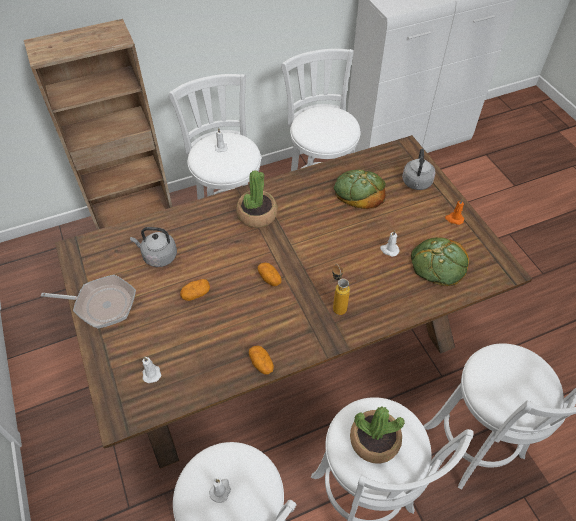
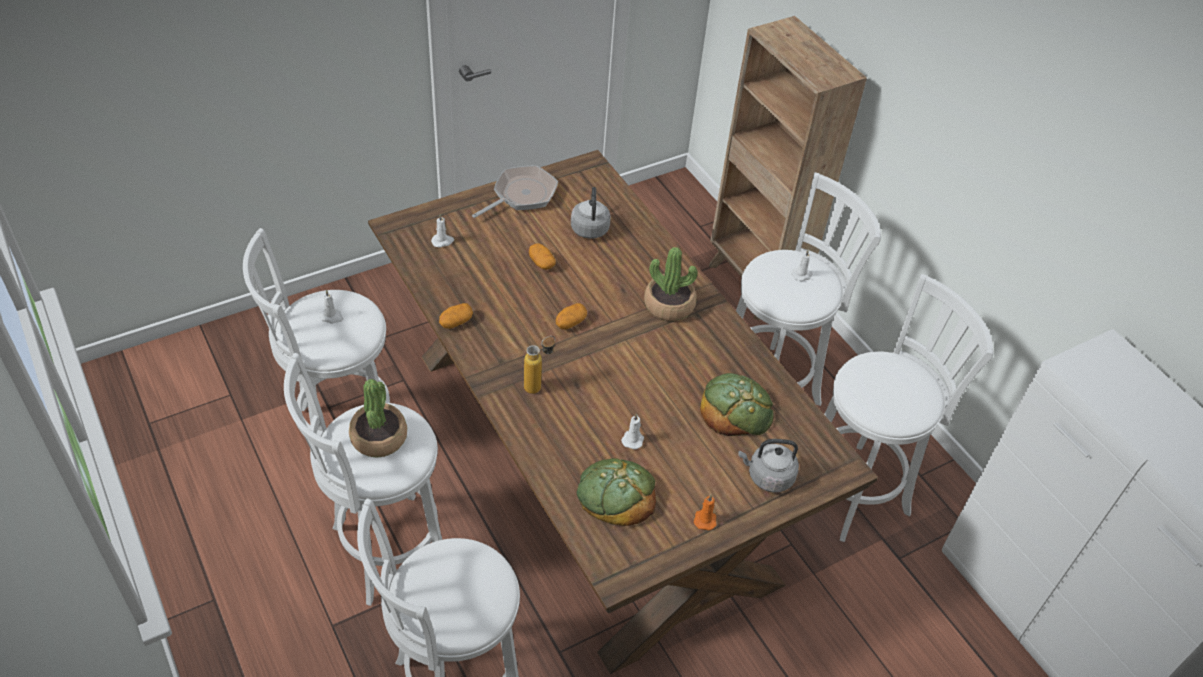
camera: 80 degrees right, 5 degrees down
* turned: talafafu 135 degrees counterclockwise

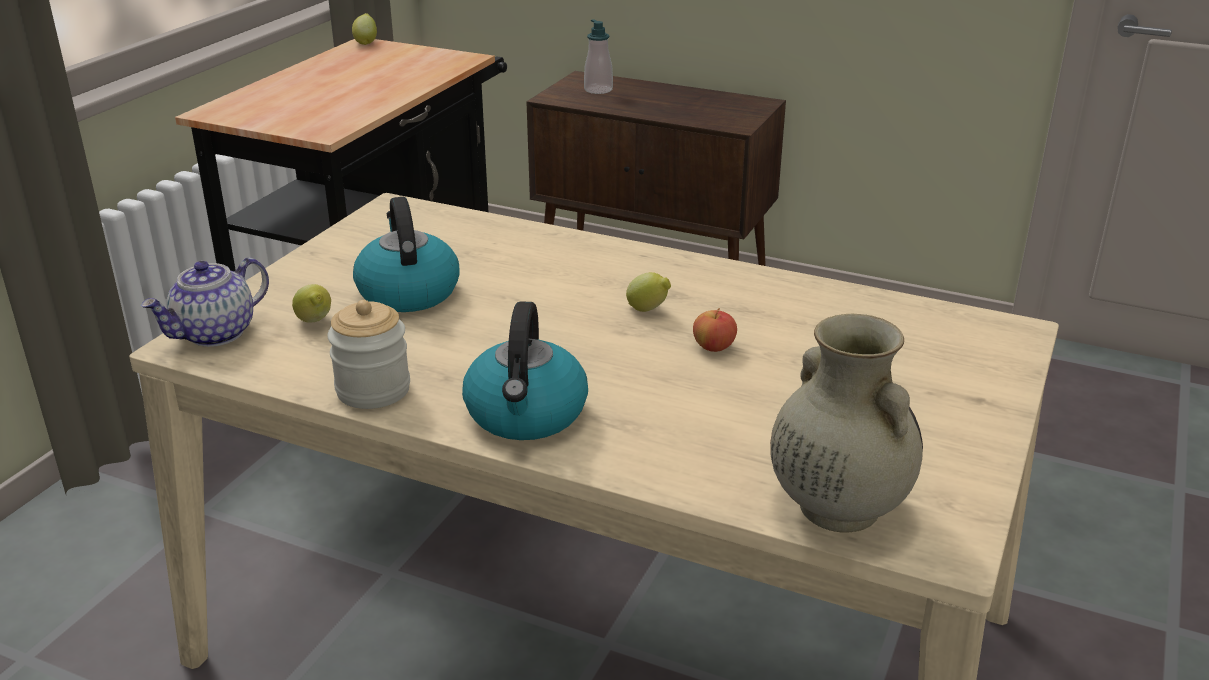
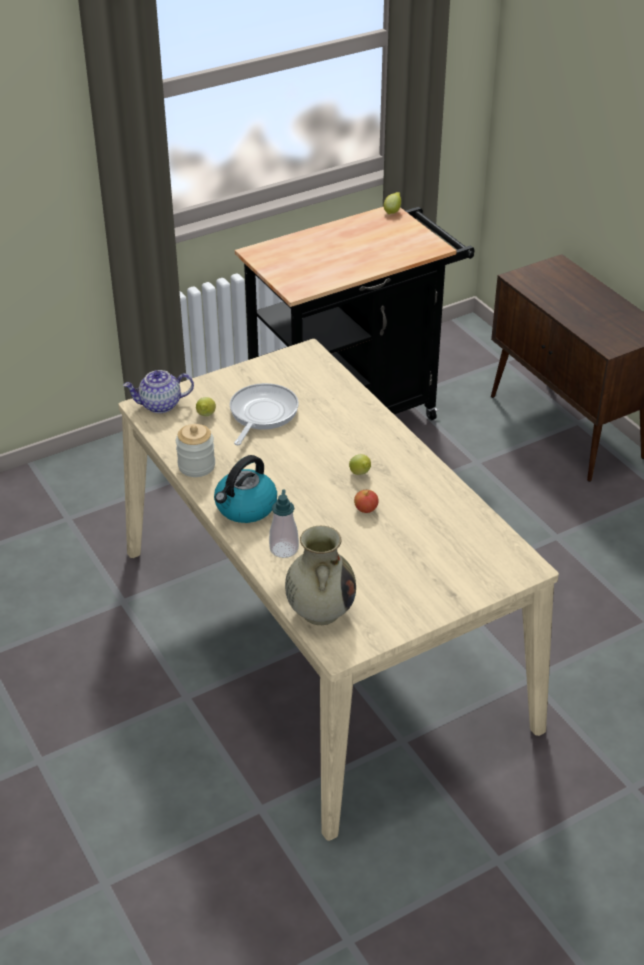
camera: 35 degrees right, 10 degrees up
* moved: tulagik
* replaced: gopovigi (1st from left) to talafafu

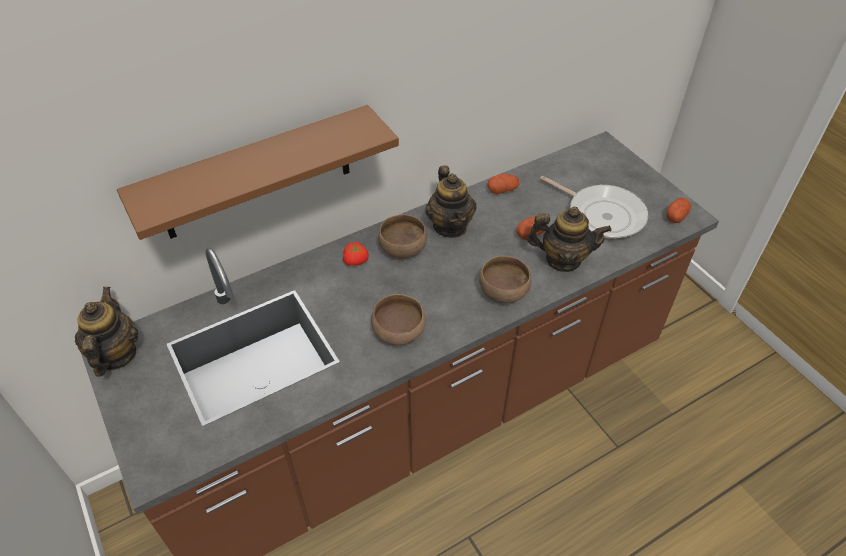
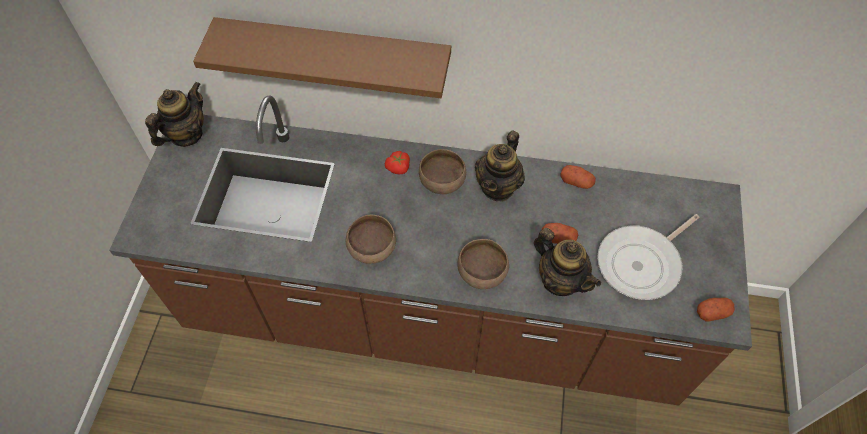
camera: 40 degrees right, 10 degrees up
* turned: talafafu 60 degrees clockwise

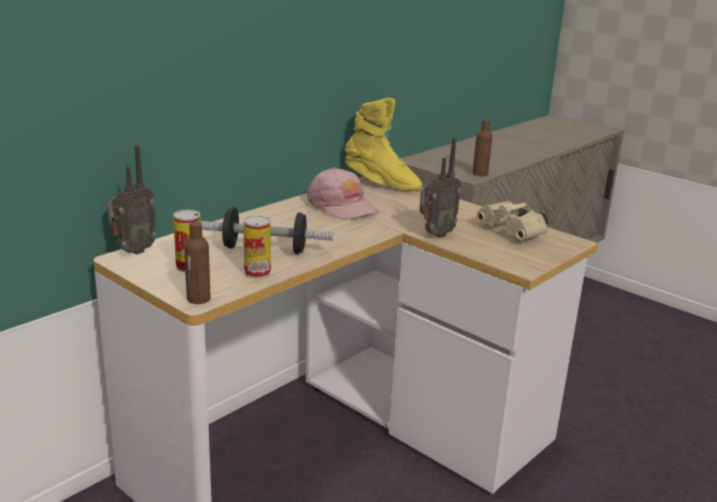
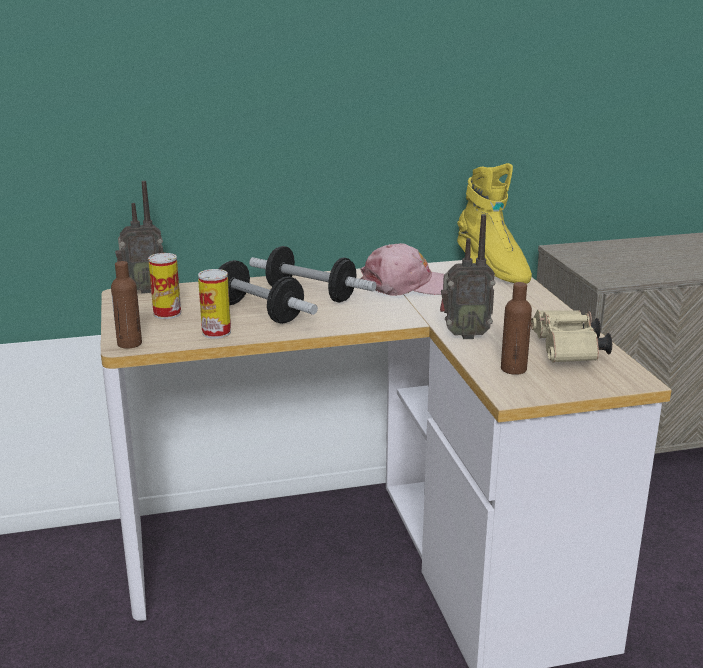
camera: 35 degrees right, 0 degrees up
* added: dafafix (2nd from left)
* moved: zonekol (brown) (2nd from left)
* turned: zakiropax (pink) 90 degrees counterclockwise

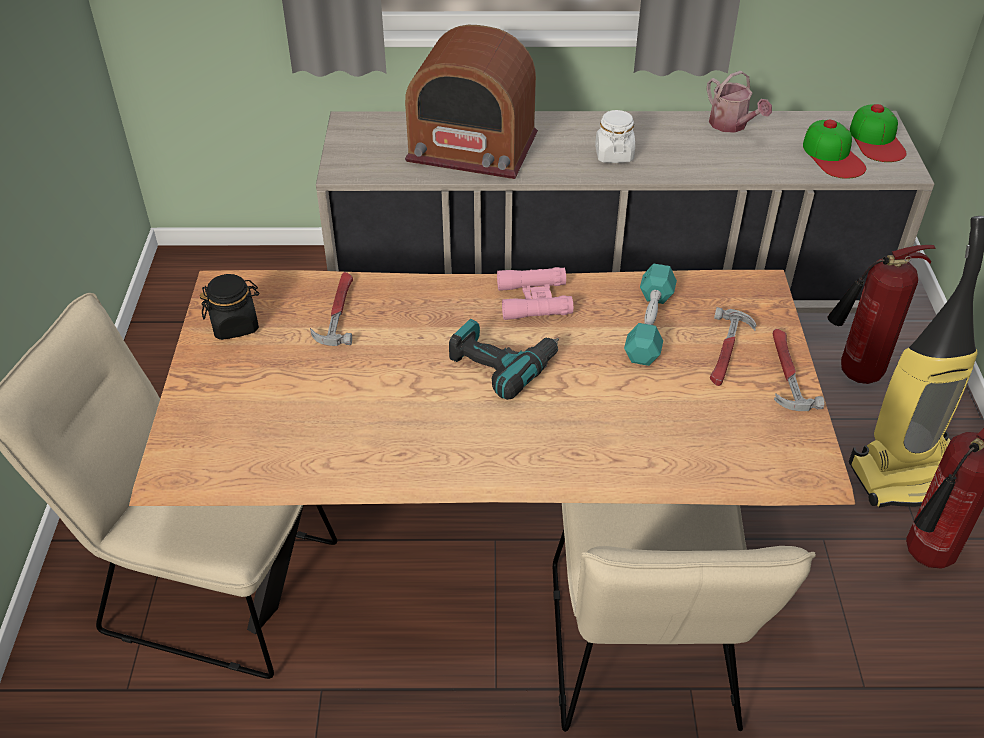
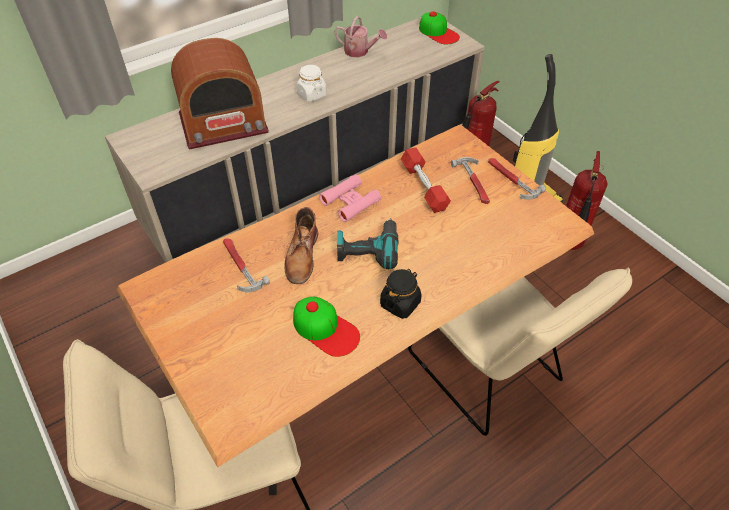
camera: 35 degrees left, 5 degrees up
* added: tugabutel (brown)
* moved: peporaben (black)
* moved: zakiropax (1st from left)
* recoloured: dafafix (turquoise) to dafafix (red)

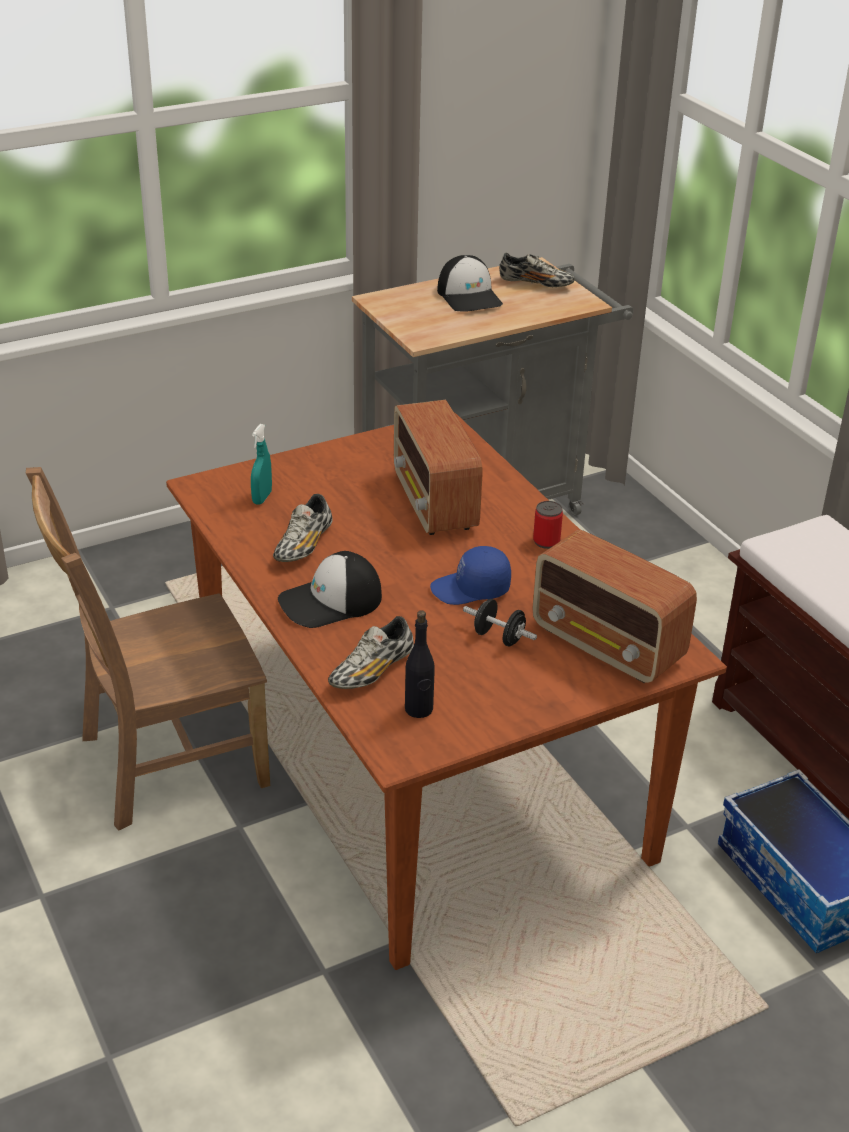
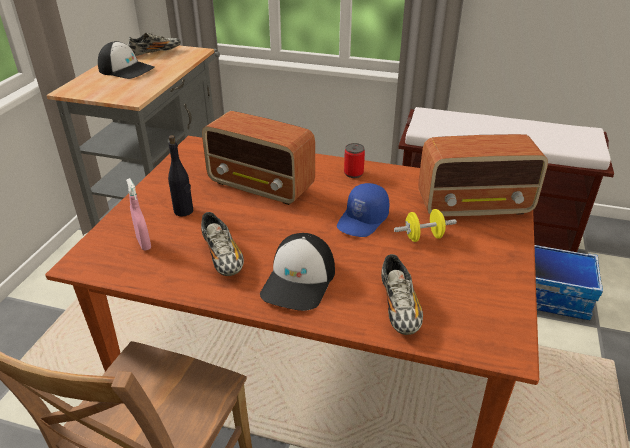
camera: 45 degrees left, 0 degrees up
* moved: zonekol (black)
* recoloured: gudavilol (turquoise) to gudavilol (pink)
* recoloured: dafafix (black) to dafafix (yellow)

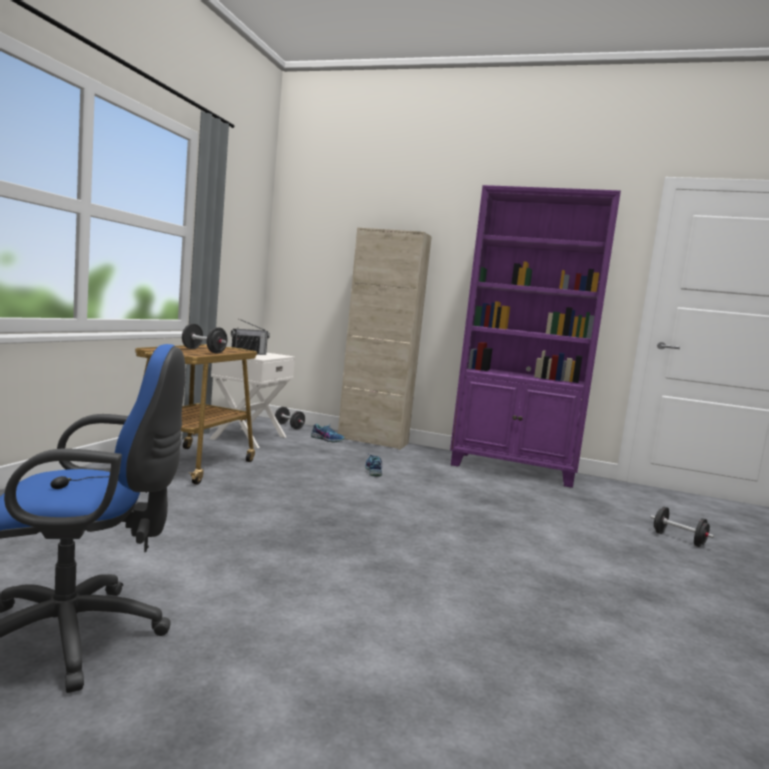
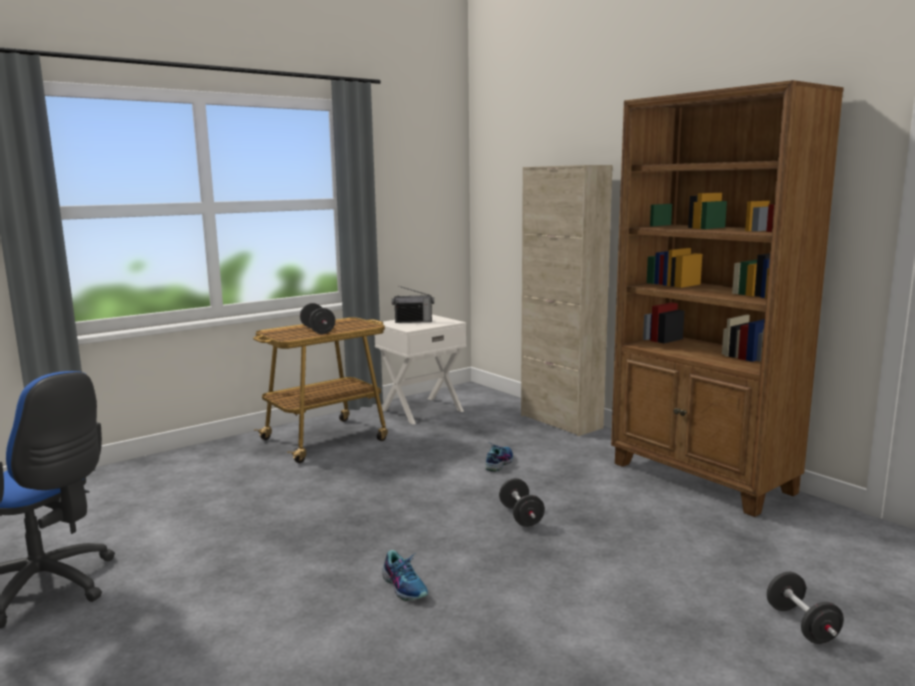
camera: 35 degrees right, 5 degrees up
* moved: dafafix (black) (2nd from left)
* moved: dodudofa (1st from left)
* recoloured: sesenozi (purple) to sesenozi (brown)

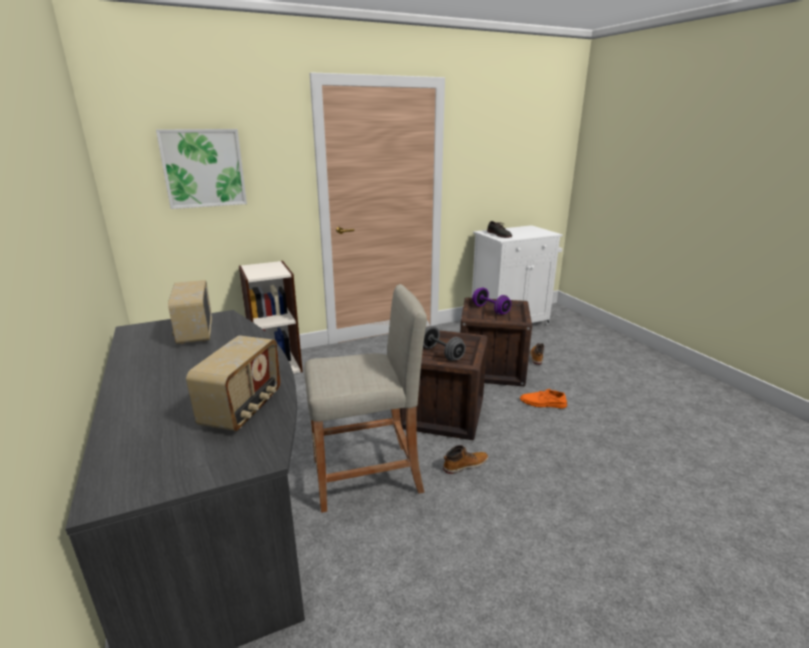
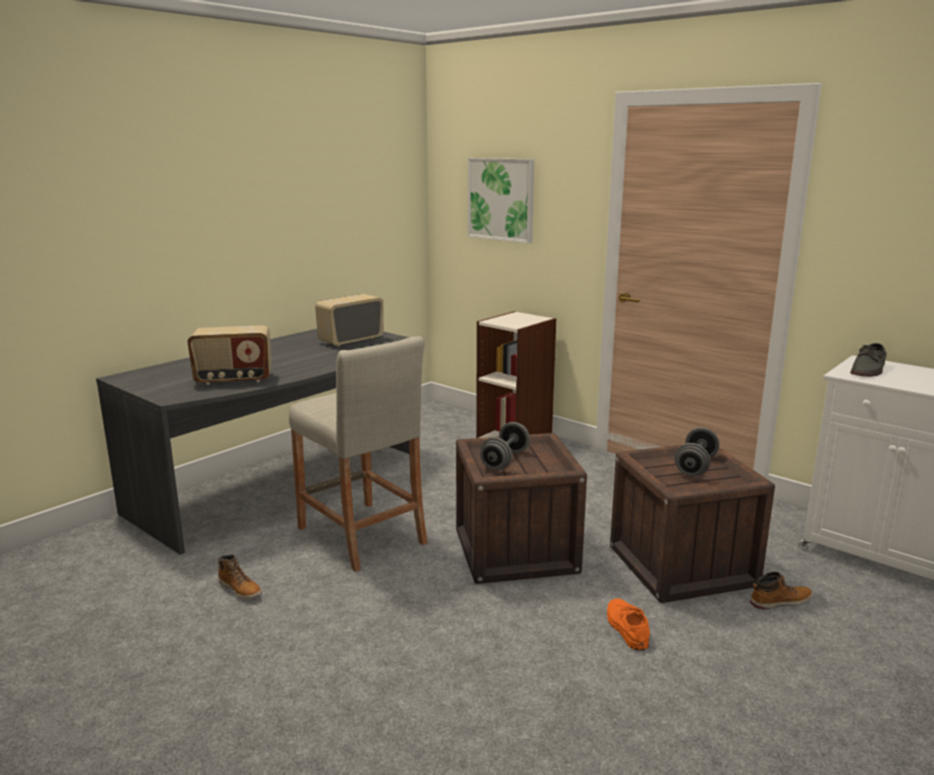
camera: 65 degrees right, 5 degrees down
* moved: tugabutel (1st from left)
* recoloured: dafafix (purple) to dafafix (grey) (2nd from left)

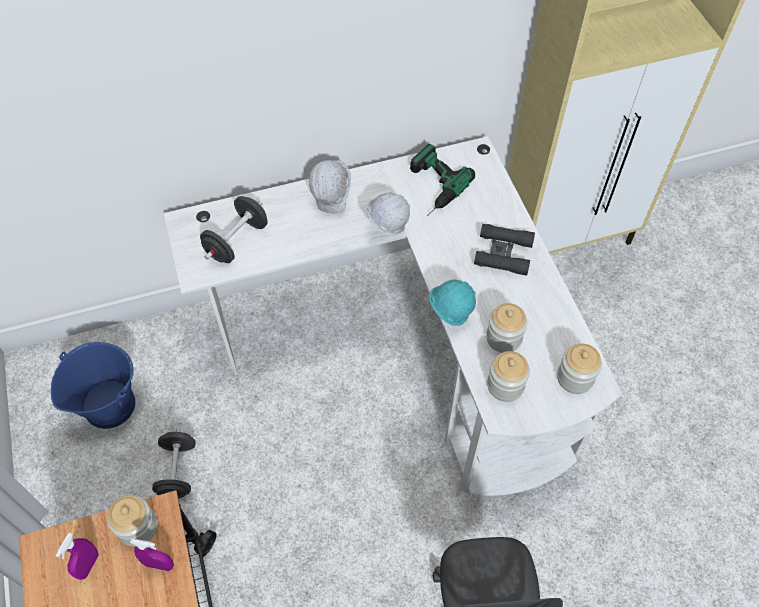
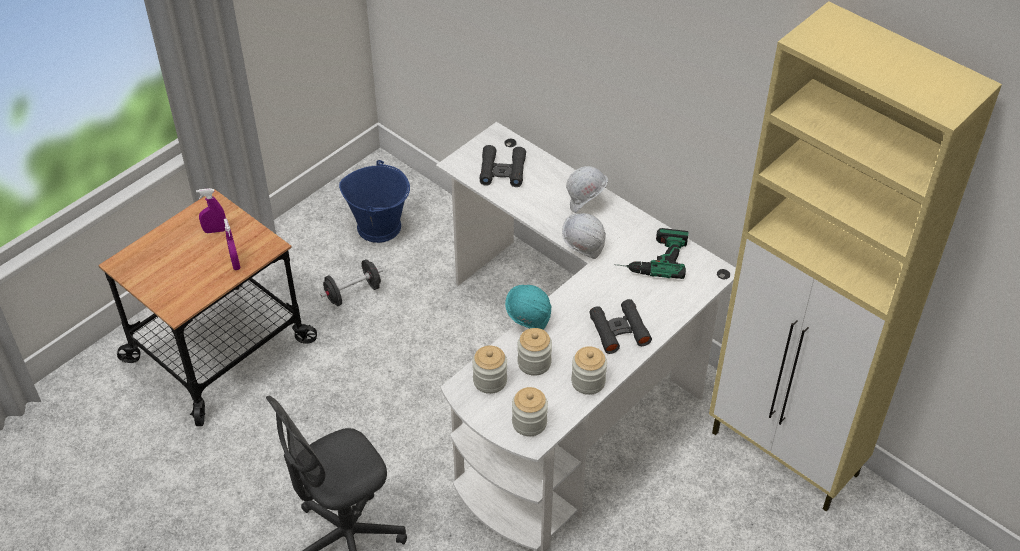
camera: 60 degrees right, 10 degrees down
* moved: peporaben (1st from left in the first image) to peporaben (4th from left)
* replaced: dafafix (black) (2nd from left) to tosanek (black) (1st from left)

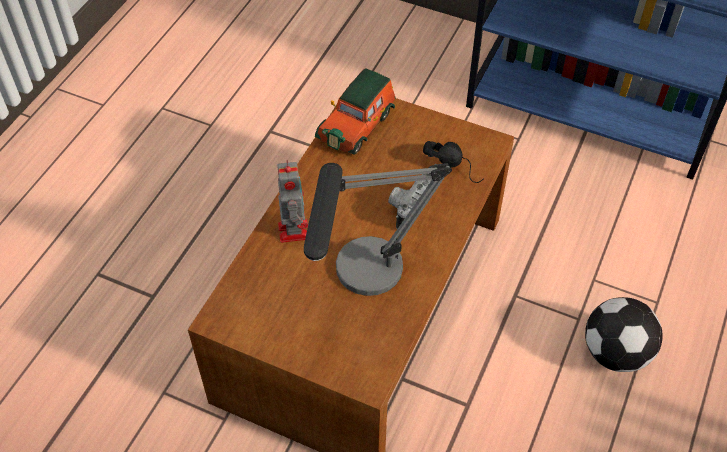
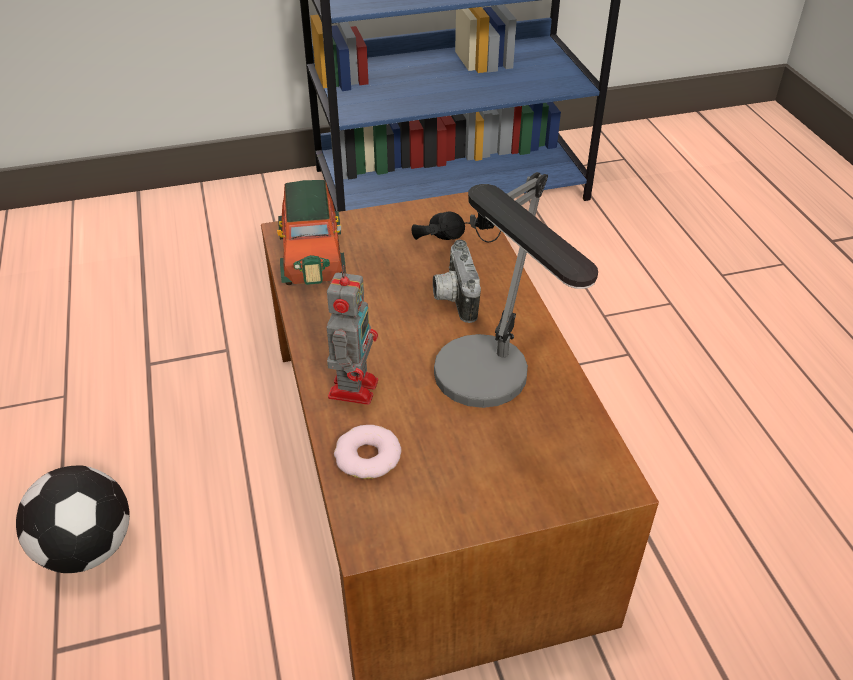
camera: 40 degrees left, 10 degrees down
* added: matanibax
* moved: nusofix
* turned: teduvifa 60 degrees clockwise

